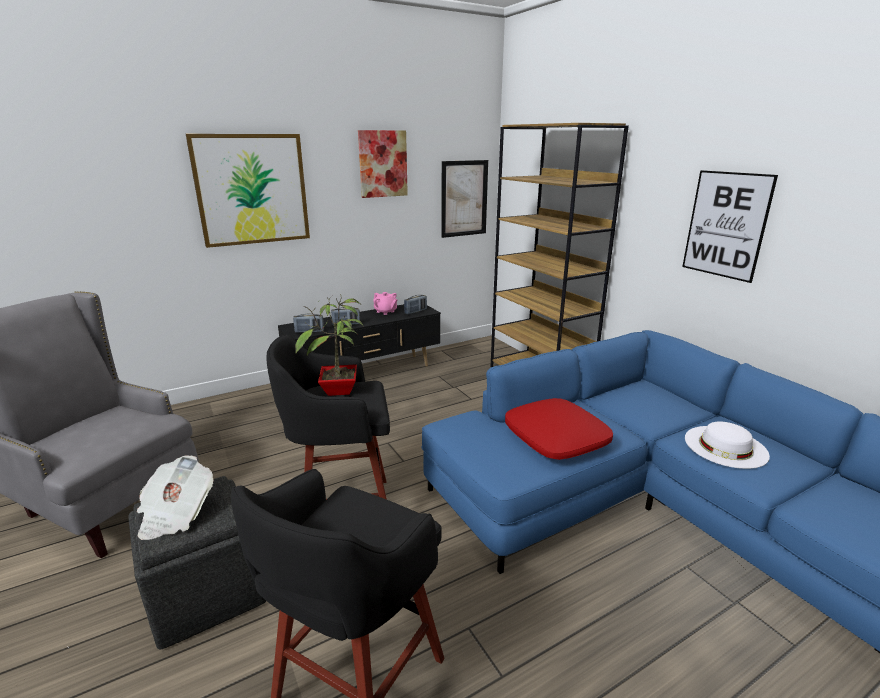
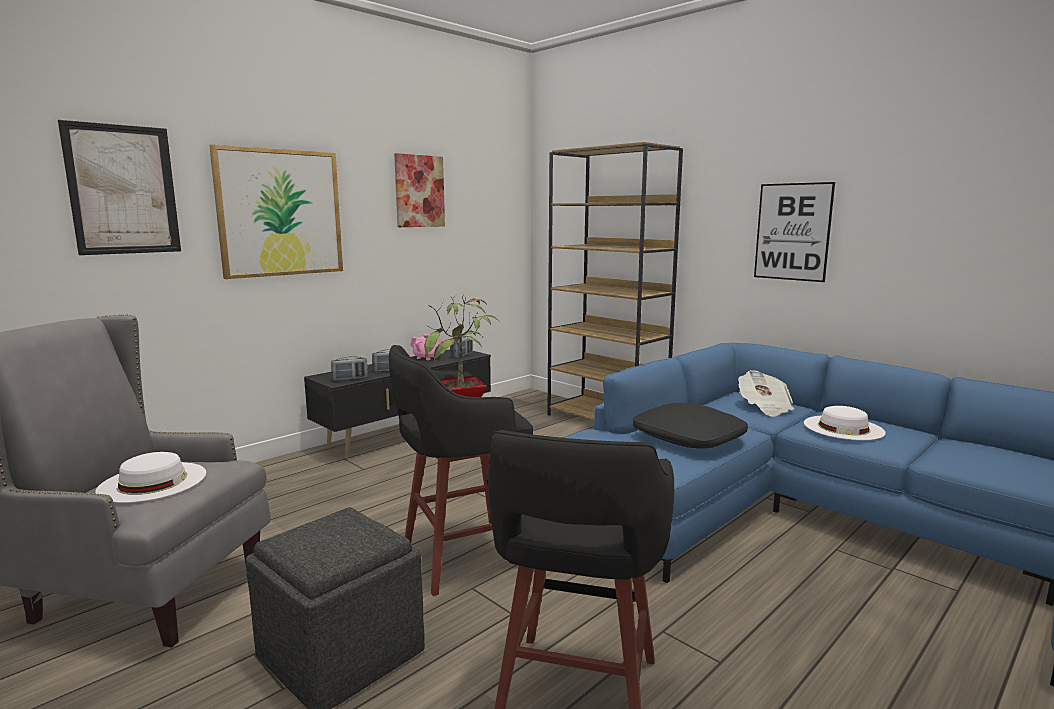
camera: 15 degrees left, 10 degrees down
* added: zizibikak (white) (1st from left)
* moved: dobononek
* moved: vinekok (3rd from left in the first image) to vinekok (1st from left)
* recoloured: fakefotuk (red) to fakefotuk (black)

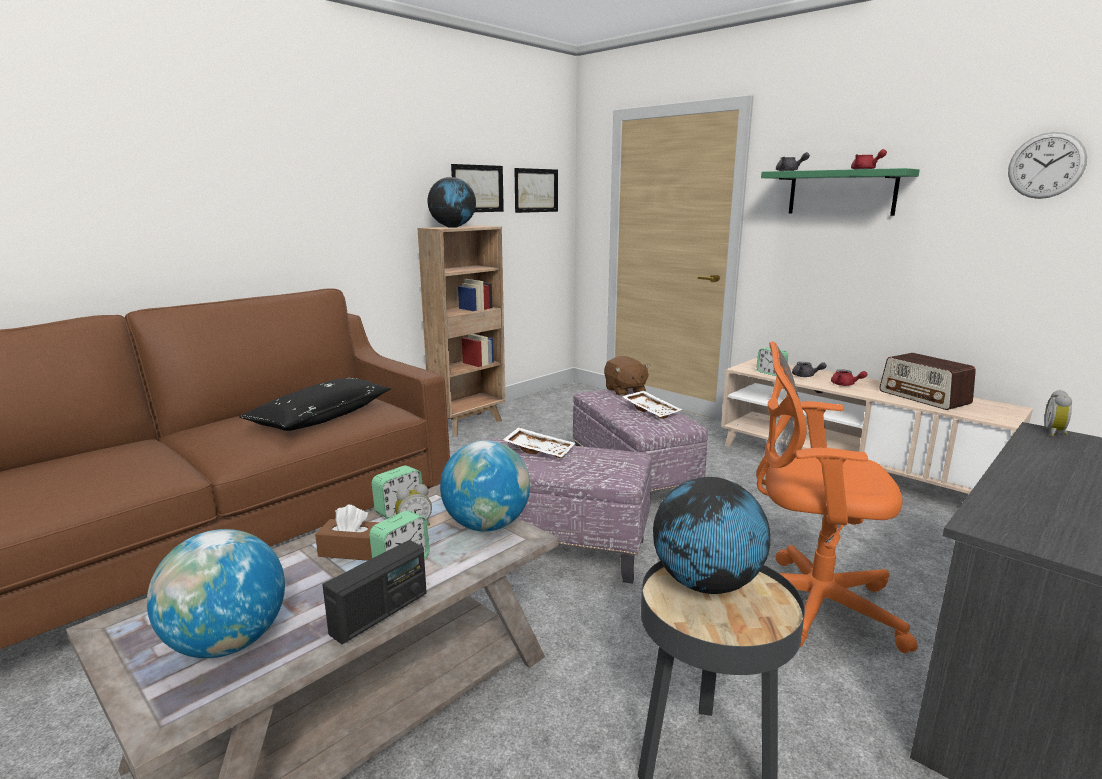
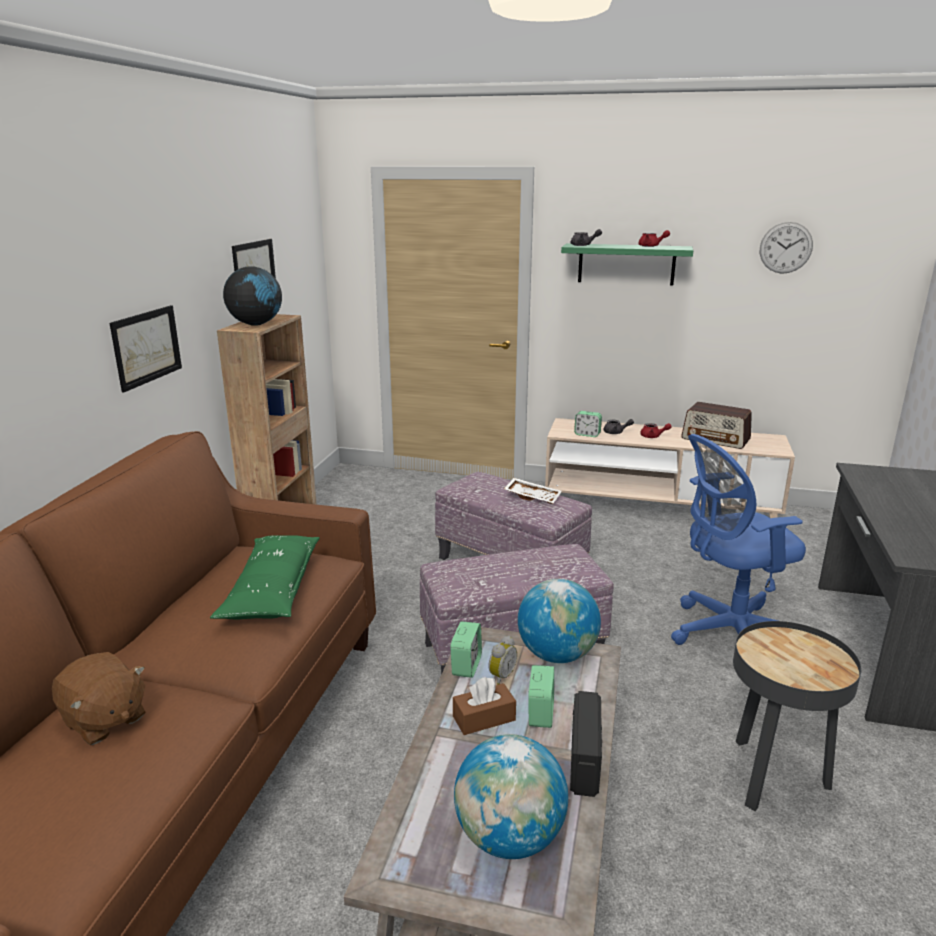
camera: 30 degrees left, 5 degrees up
* removed: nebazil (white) (1st from left)
* removed: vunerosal (4th from left)
* removed: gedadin (5th from left)
* moved: vinekok (2nd from left in the first image) to vinekok (1st from left)
* moved: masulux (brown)
* recoloured: fakefotuk (black) to fakefotuk (green)
* recoloured: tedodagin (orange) to tedodagin (blue)

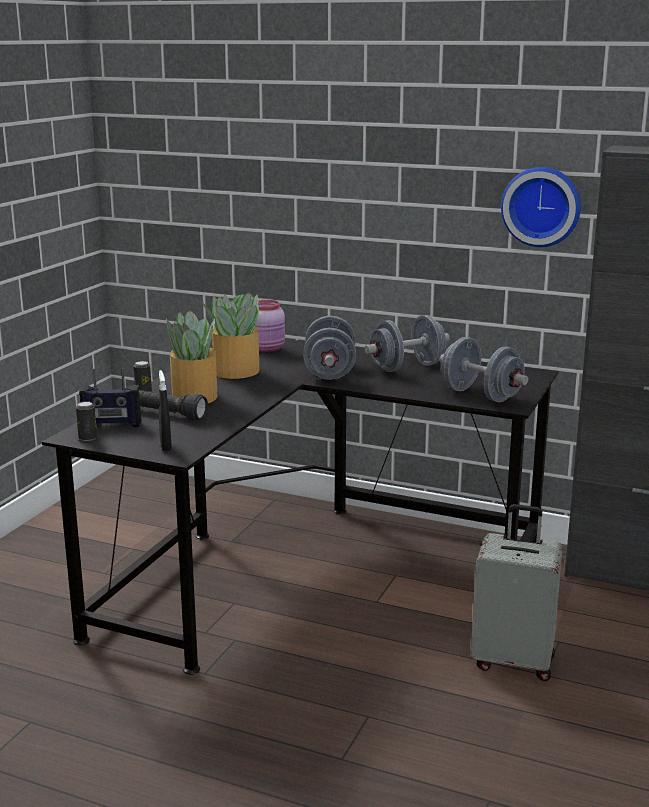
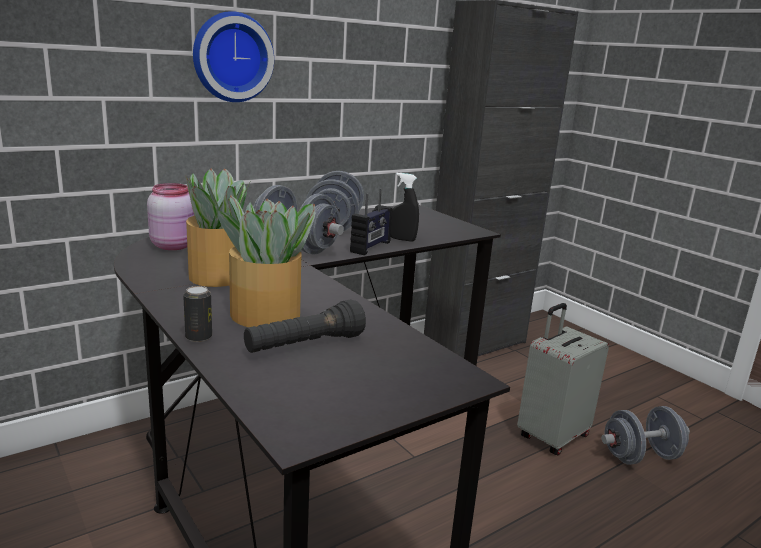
camera: 60 degrees left, 0 degrees up
* removed: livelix (1st from left)
* moved: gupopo
* moved: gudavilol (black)
* moved: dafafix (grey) (3rd from left)
* moved: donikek

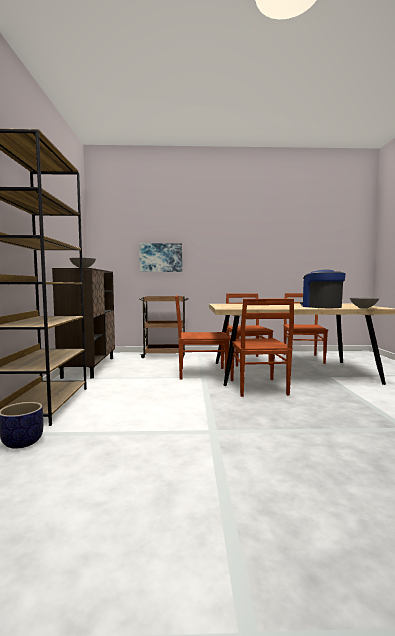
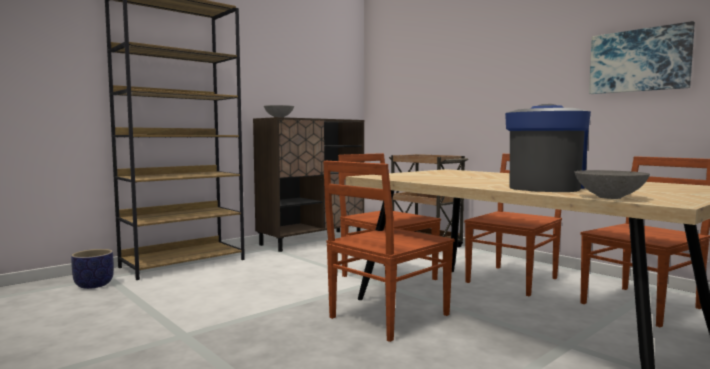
camera: 50 degrees right, 0 degrees up
* moved: vinekok

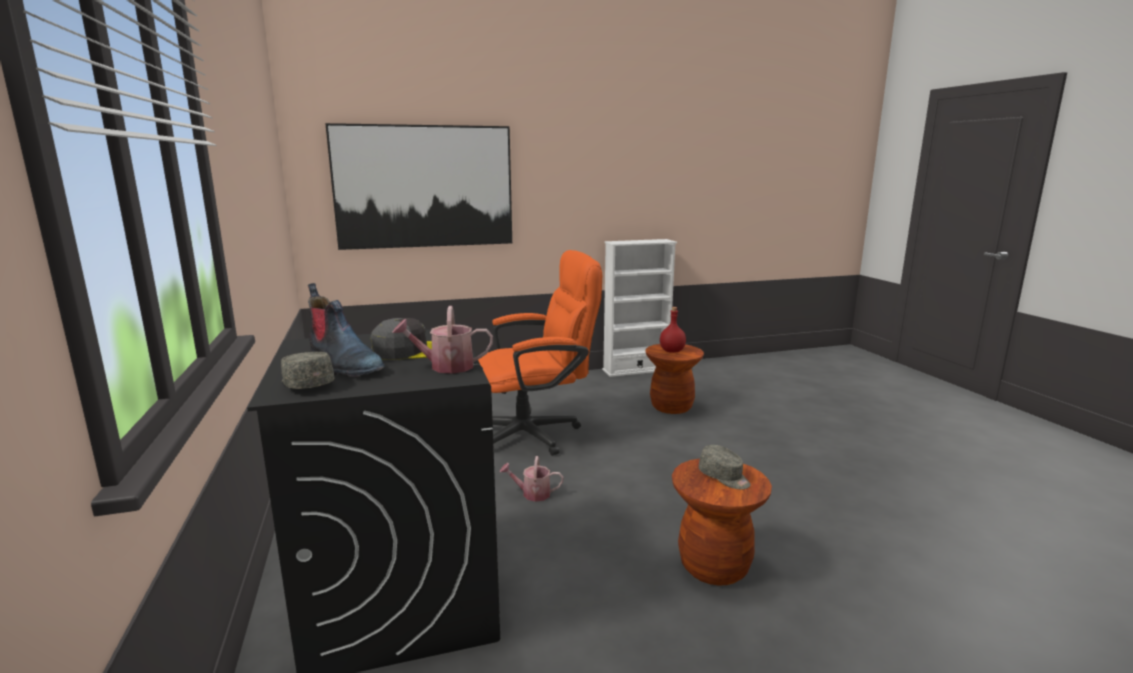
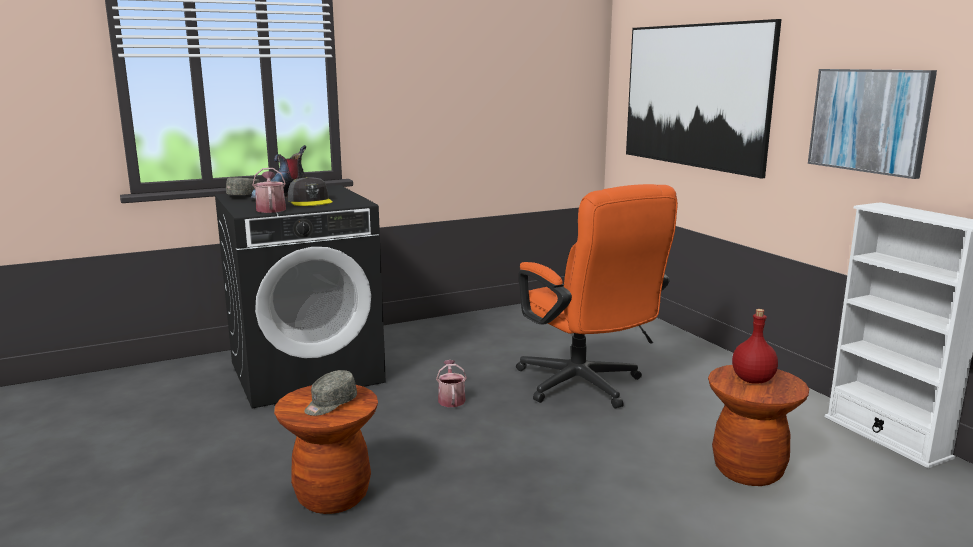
camera: 80 degrees right, 0 degrees up
* added: vinekok (2nd from left)

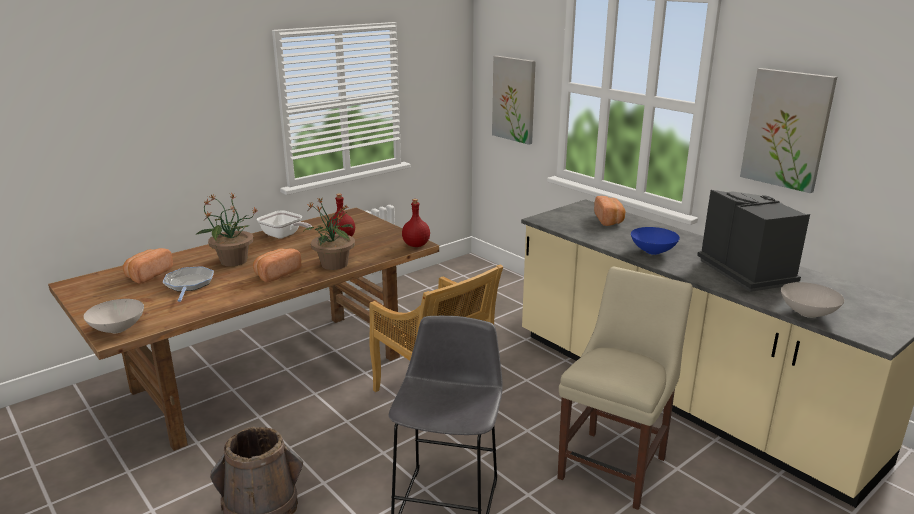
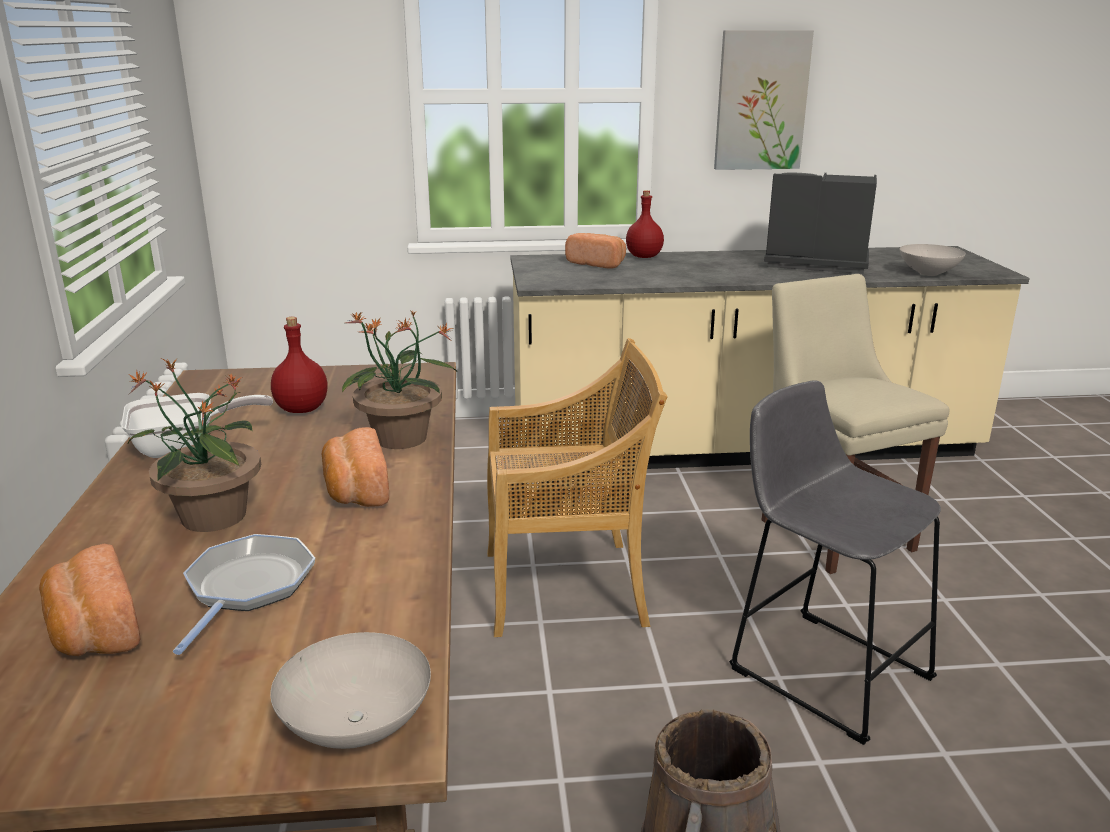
camera: 55 degrees left, 0 degrees up
* removed: vinekok (1st from left)
* removed: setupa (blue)
* moved: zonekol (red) (2nd from left)
* turned: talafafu (1st from left in the first image) 75 degrees clockwise

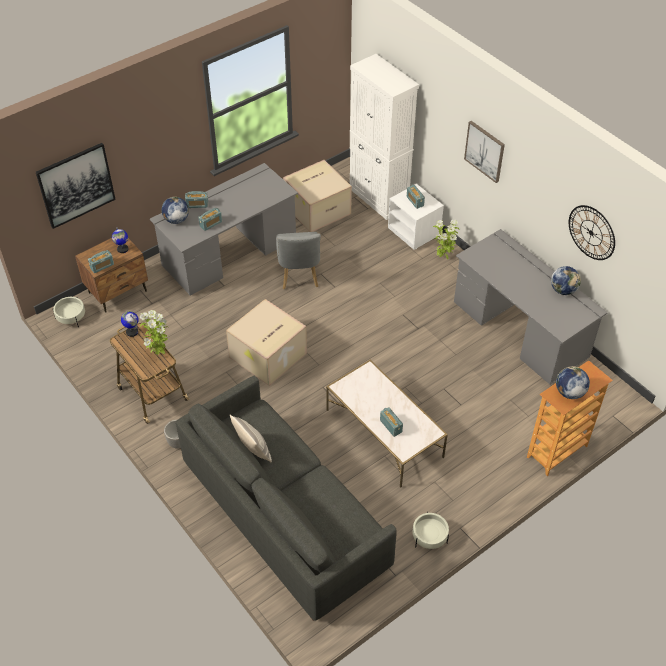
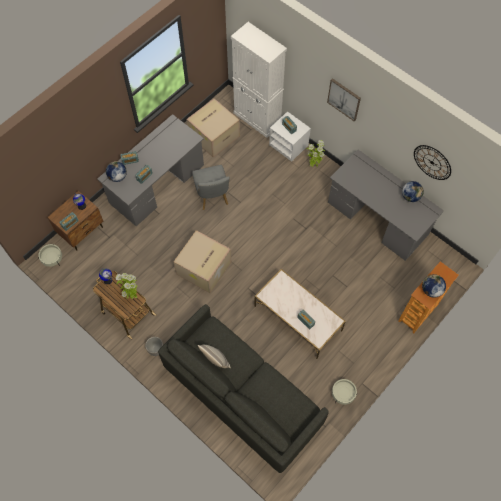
camera: 10 degrees left, 15 degrees up
* removed: vinekok (1st from left)

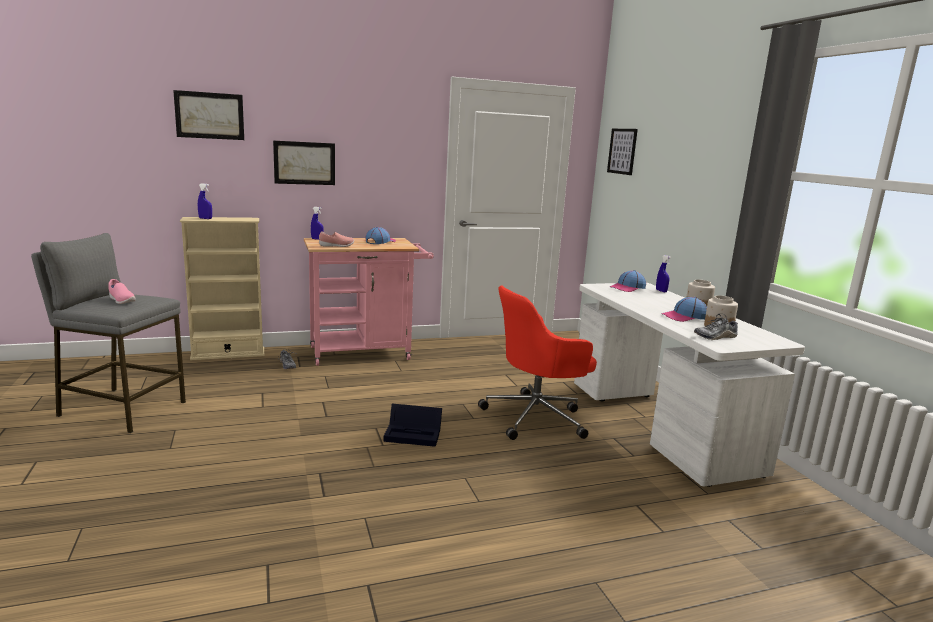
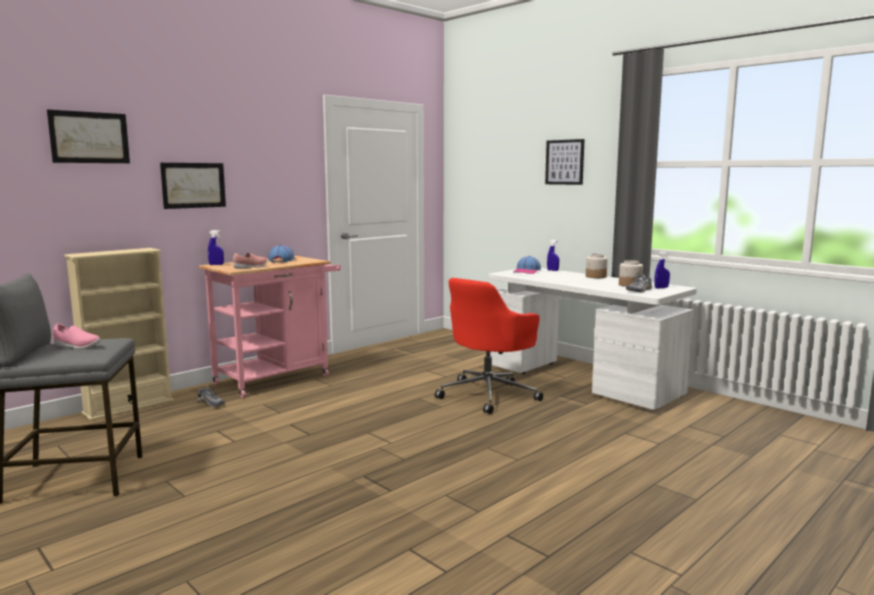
camera: 25 degrees left, 5 degrees down
* removed: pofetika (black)
* removed: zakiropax (3rd from left)
* moved: gudavilol (blue) (1st from left in the first image) to gudavilol (blue) (3rd from left)
* moved: vinekok (3rd from left)

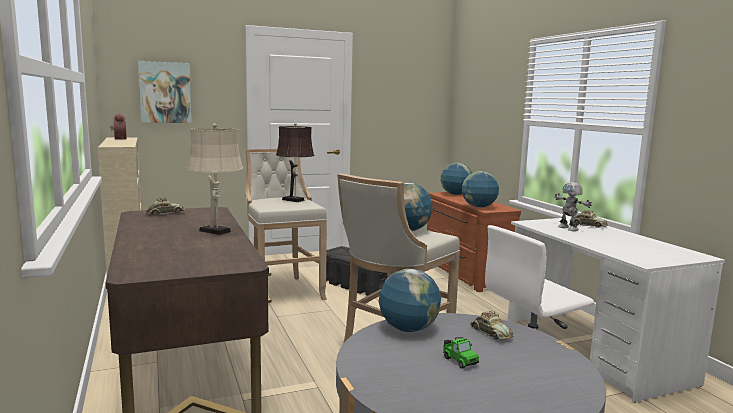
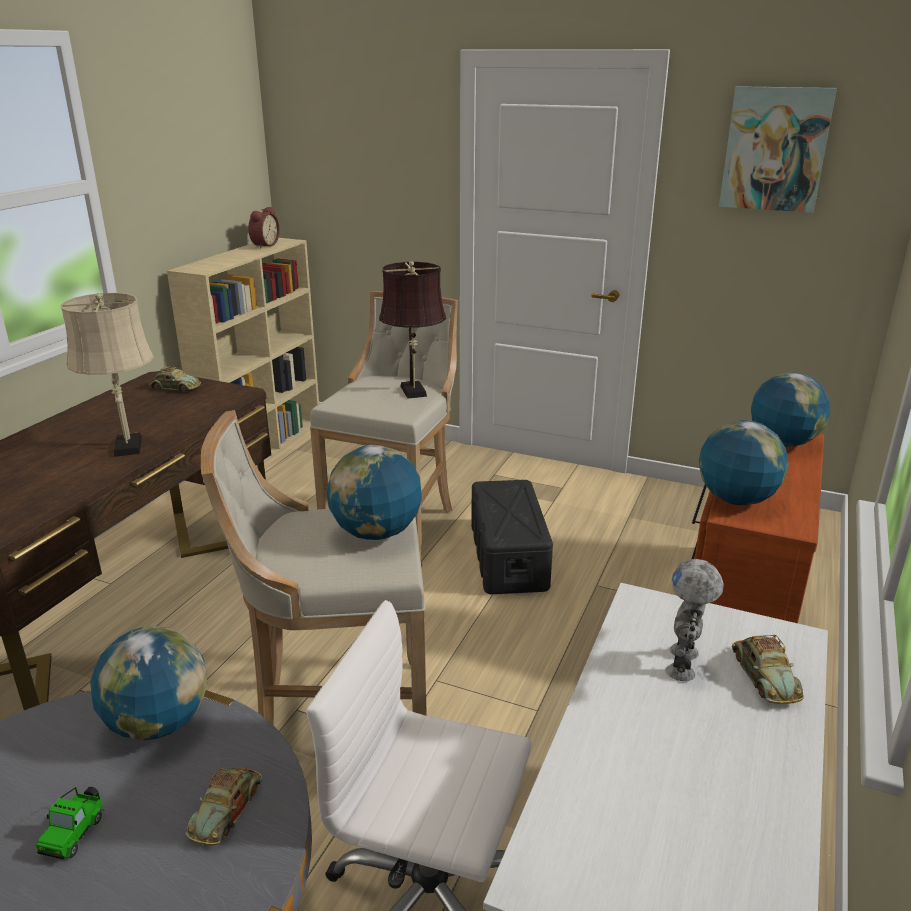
camera: 45 degrees right, 15 degrees up
* moved: vinekok

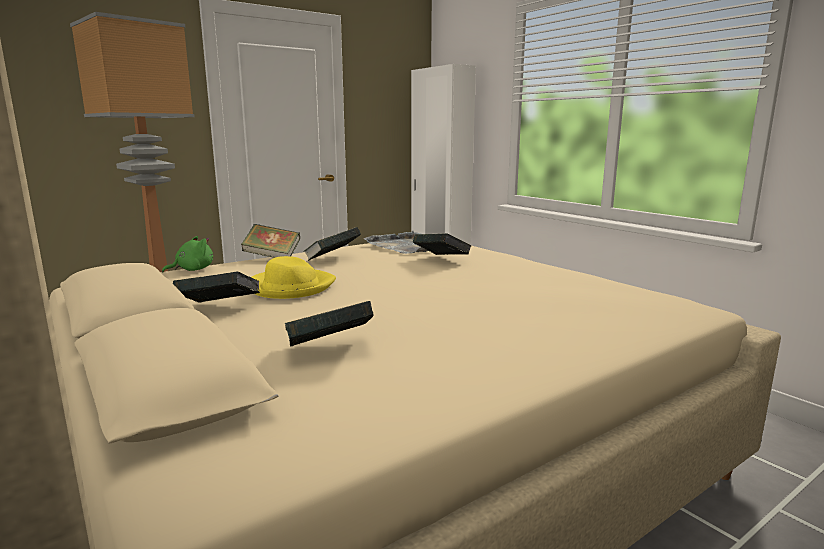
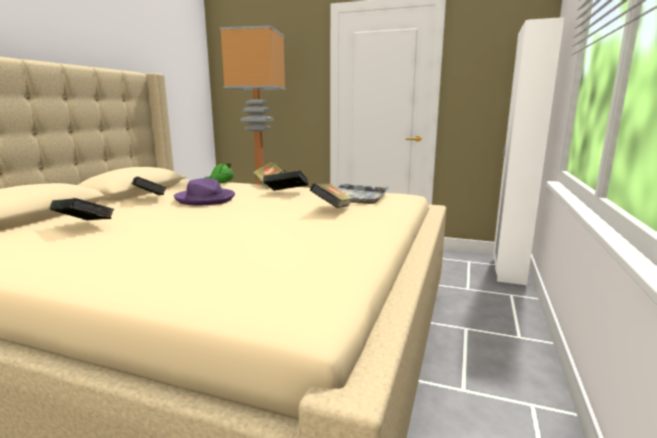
camera: 55 degrees right, 0 degrees up
* recoloured: zizibikak (yellow) to zizibikak (purple)

